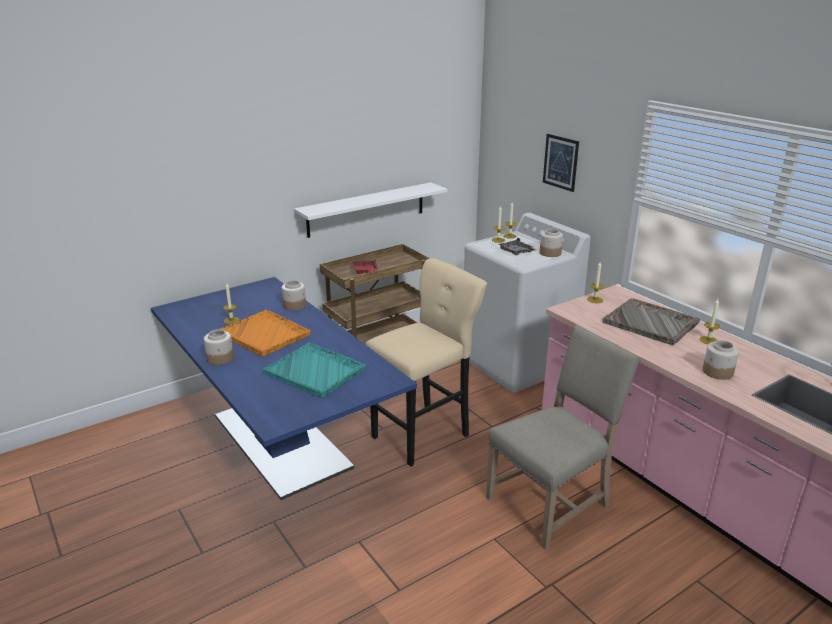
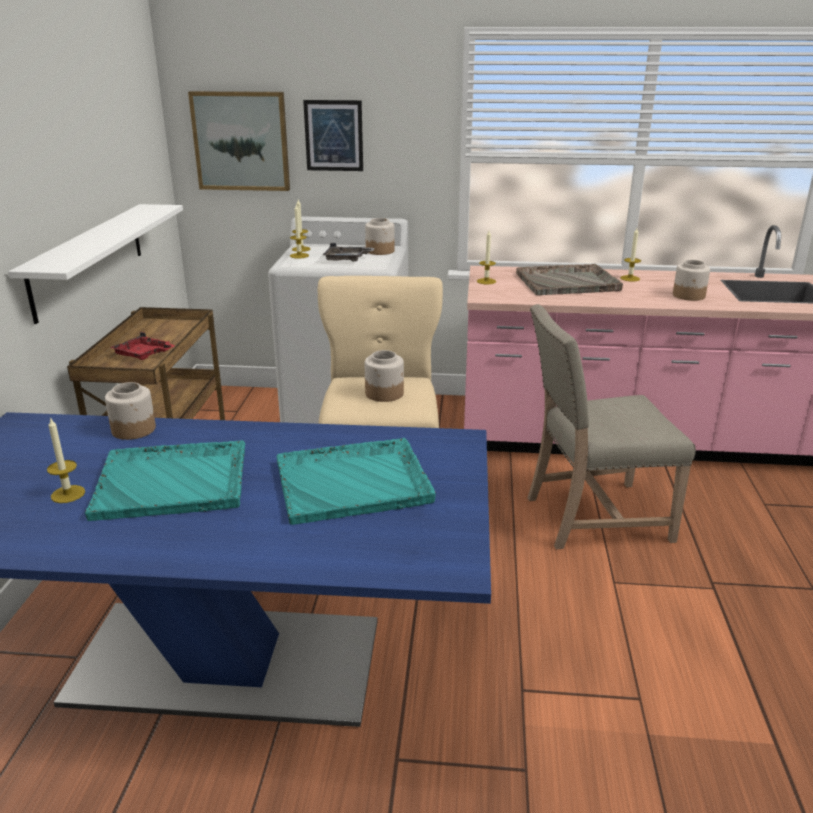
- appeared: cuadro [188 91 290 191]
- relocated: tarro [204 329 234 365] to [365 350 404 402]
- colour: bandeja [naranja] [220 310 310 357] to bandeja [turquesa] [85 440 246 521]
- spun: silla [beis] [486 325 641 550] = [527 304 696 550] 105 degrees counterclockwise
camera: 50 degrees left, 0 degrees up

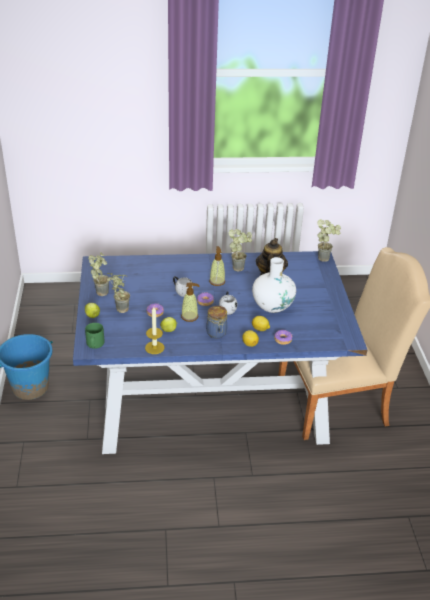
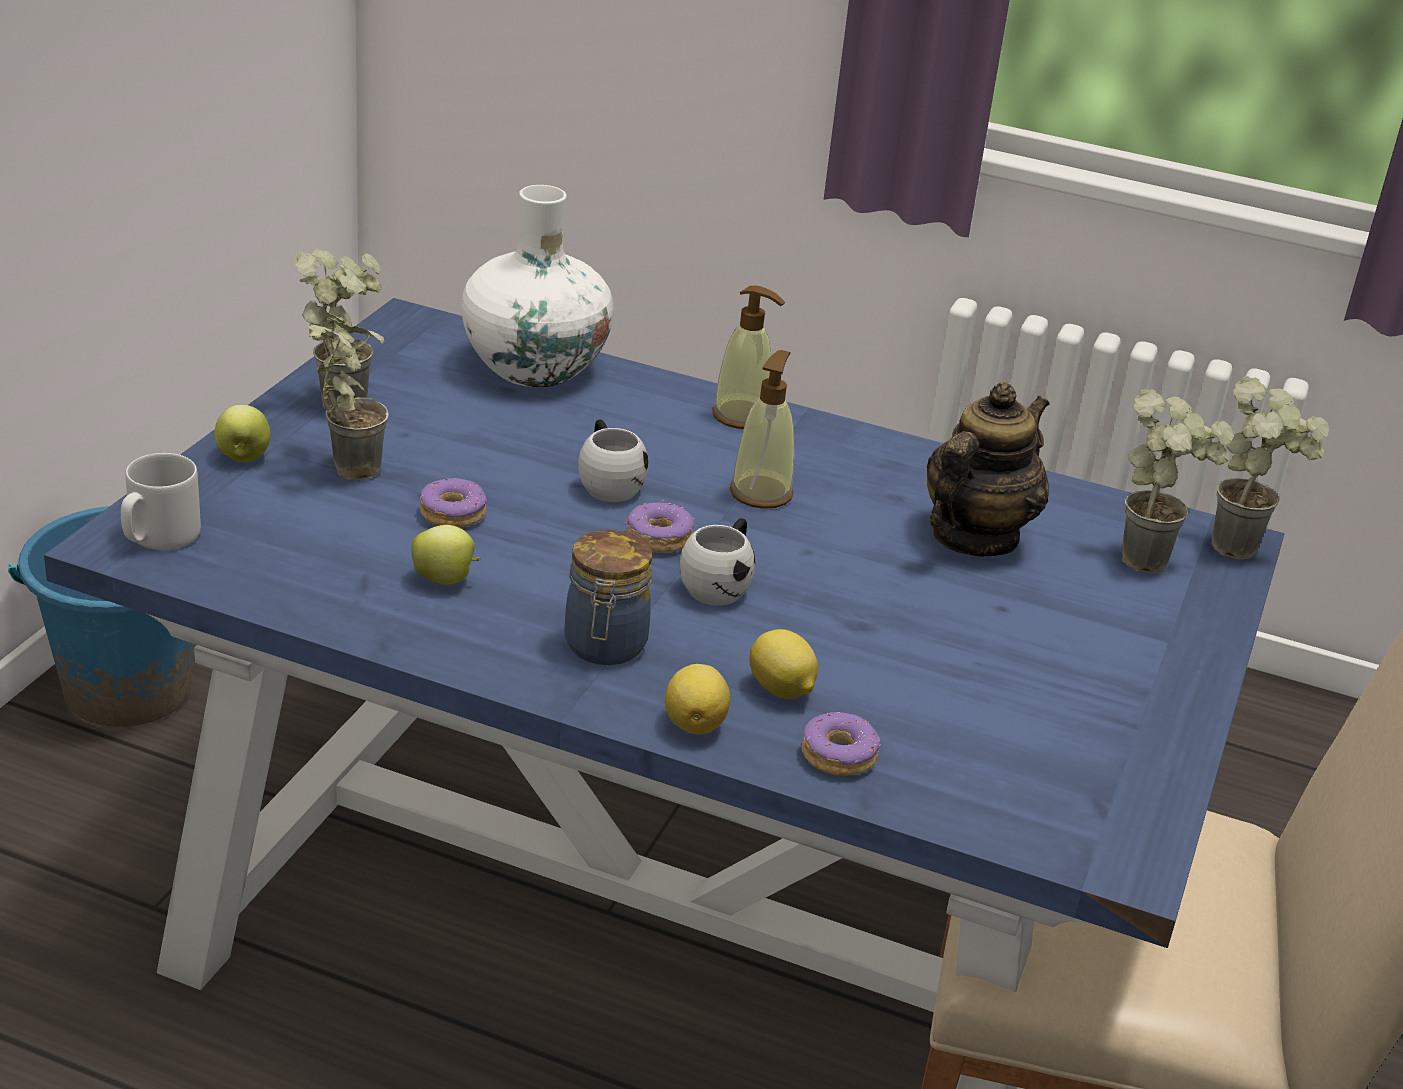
- missing: vela [145 307 164 354]
- relocated: dispensador de jabón [181 283 200 322] to [712 285 785 429]
- relocated: planta en maceta [228 229 252 272] to [1122 389 1233 573]
- relocated: florero [blanco] [252 257 296 313] to [462 185 614 387]
- colour: taza grande [verde] [85 323 105 349] to taza grande [gris] [121 453 201 550]
camera: 25 degrees right, 5 degrees down

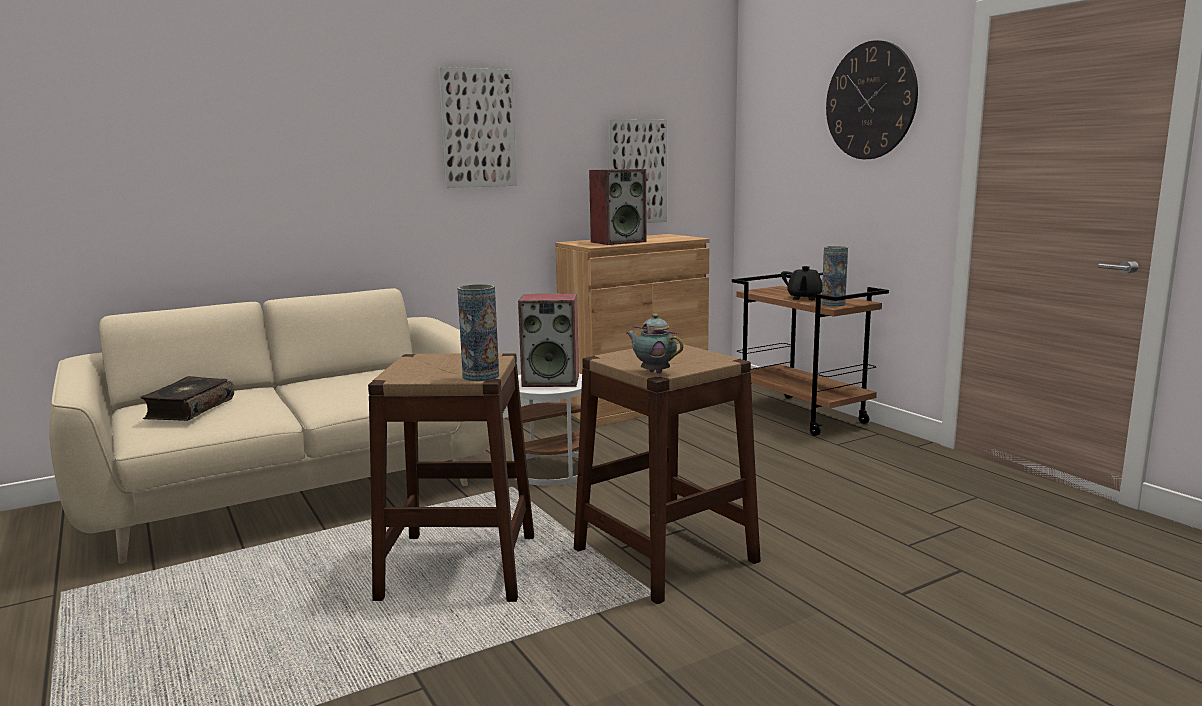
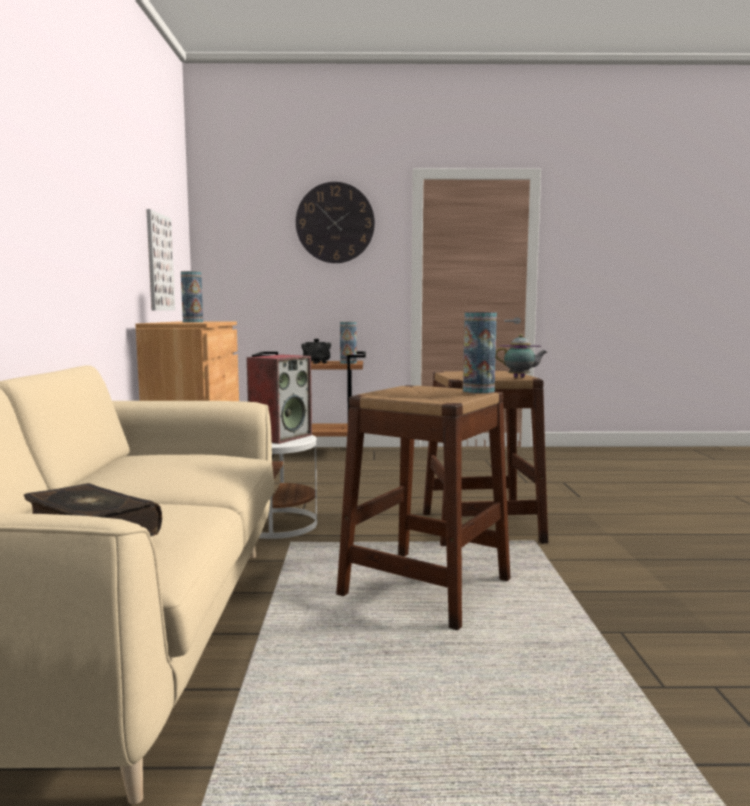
- missing: cuadro [438 67 517 188]
- exchanged: altavoz [589 169 647 245] to florero [181 271 203 323]
- spun: tetera [626 314 683 374] = [496 334 547 378] 150 degrees counterclockwise
camera: 60 degrees left, 5 degrees down

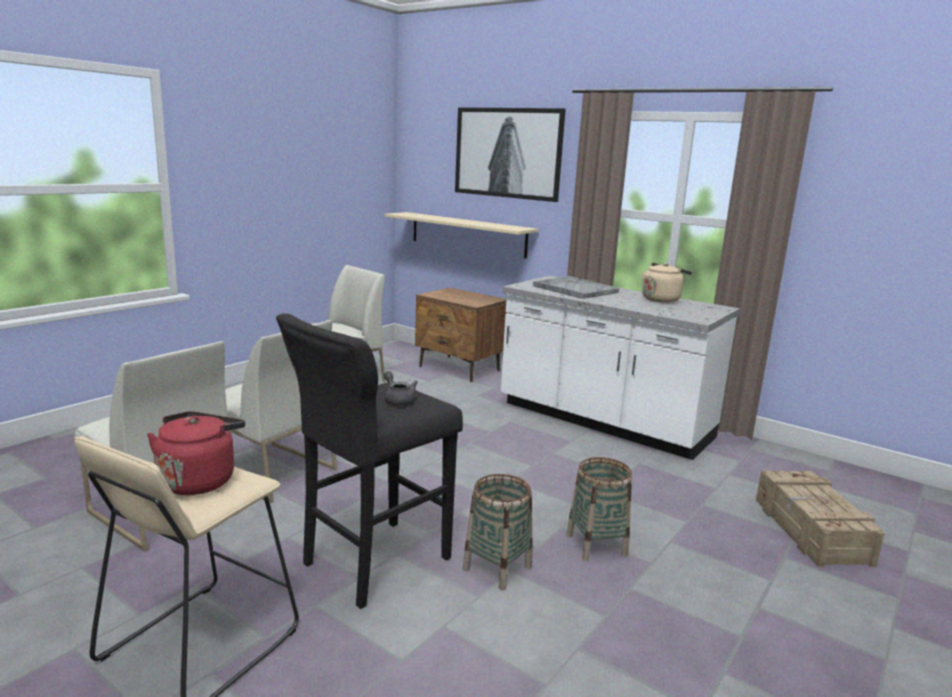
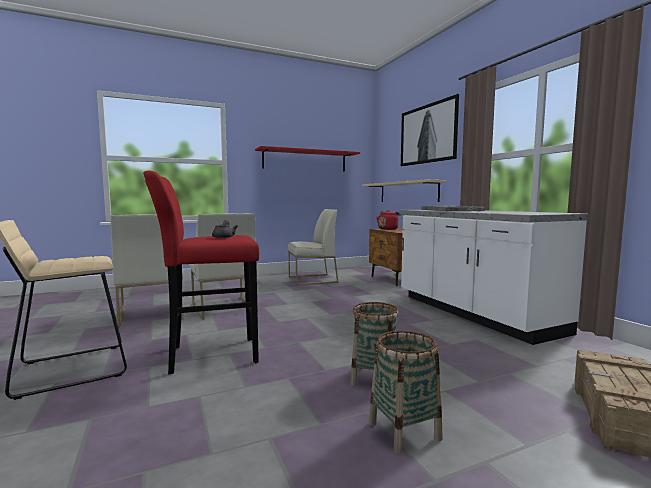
- missing: hervidor [beis] [642 263 692 303]
- appeared: estante [rojo] [255 146 360 171]
- relocated: hervidor [rojo] [147 411 245 495] to [377 210 401 230]
- relocated: cesta [463 474 532 590] to [369 331 443 454]
- colour: taburete [negro] [276 313 463 609] to taburete [rojo] [143 171 259 374]
camera: 30 degrees right, 10 degrees down

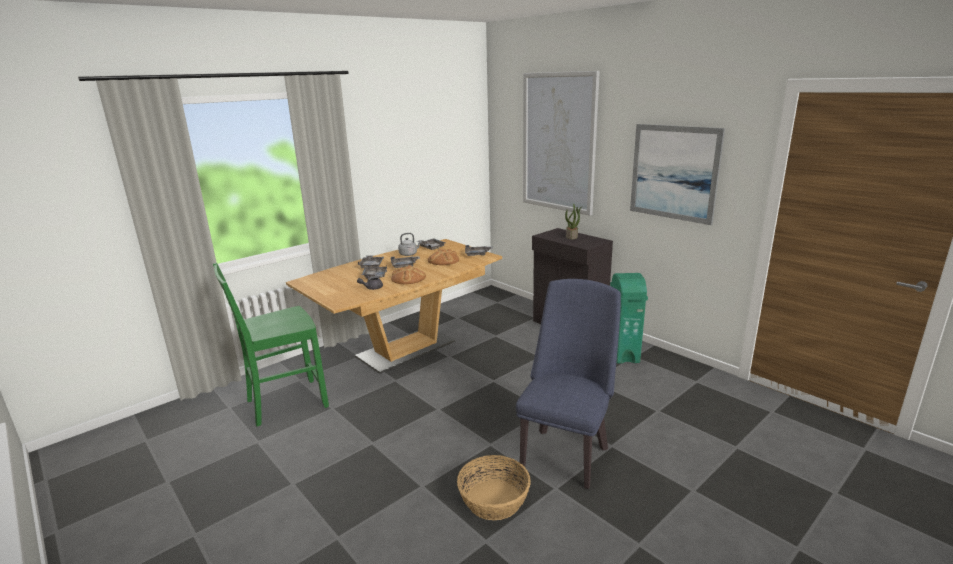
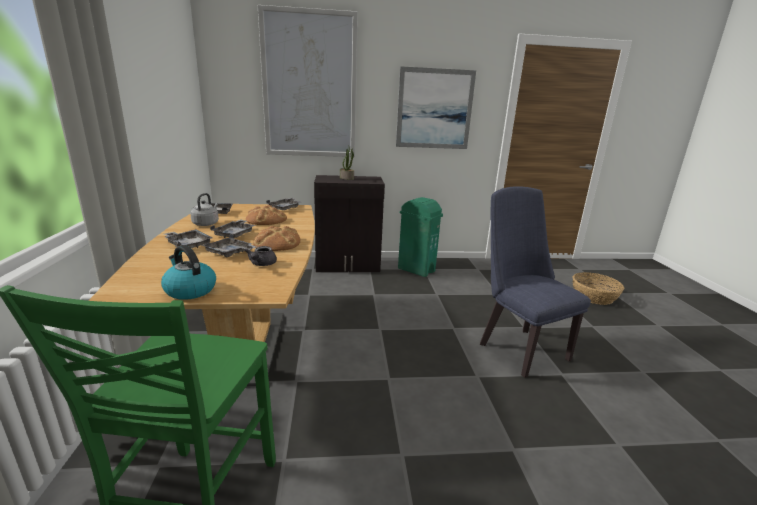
- appeared: hervidor [161 245 216 300]
- relocated: cesta [457 455 531 520] to [573 272 624 305]
camera: 55 degrees left, 0 degrees up

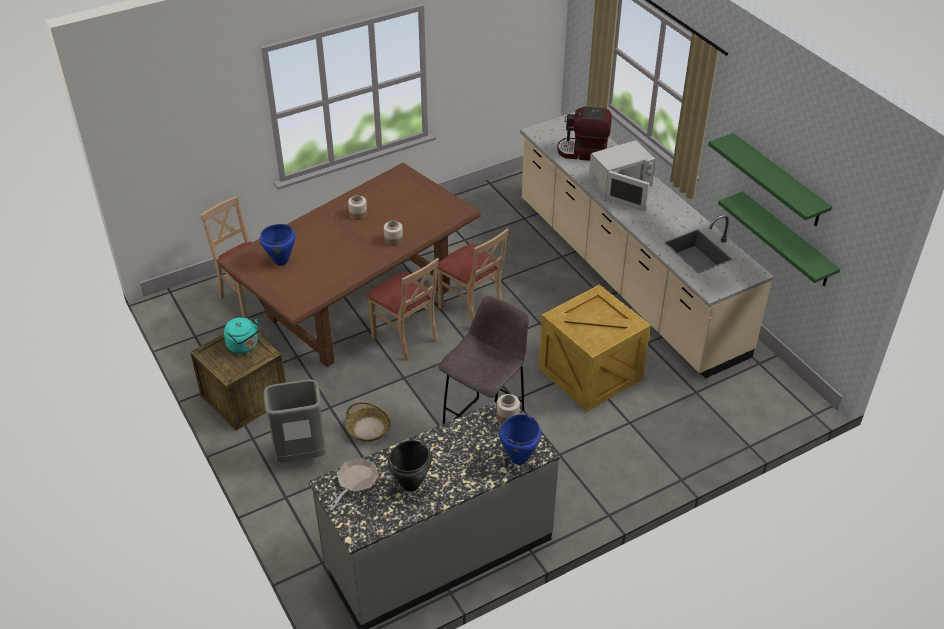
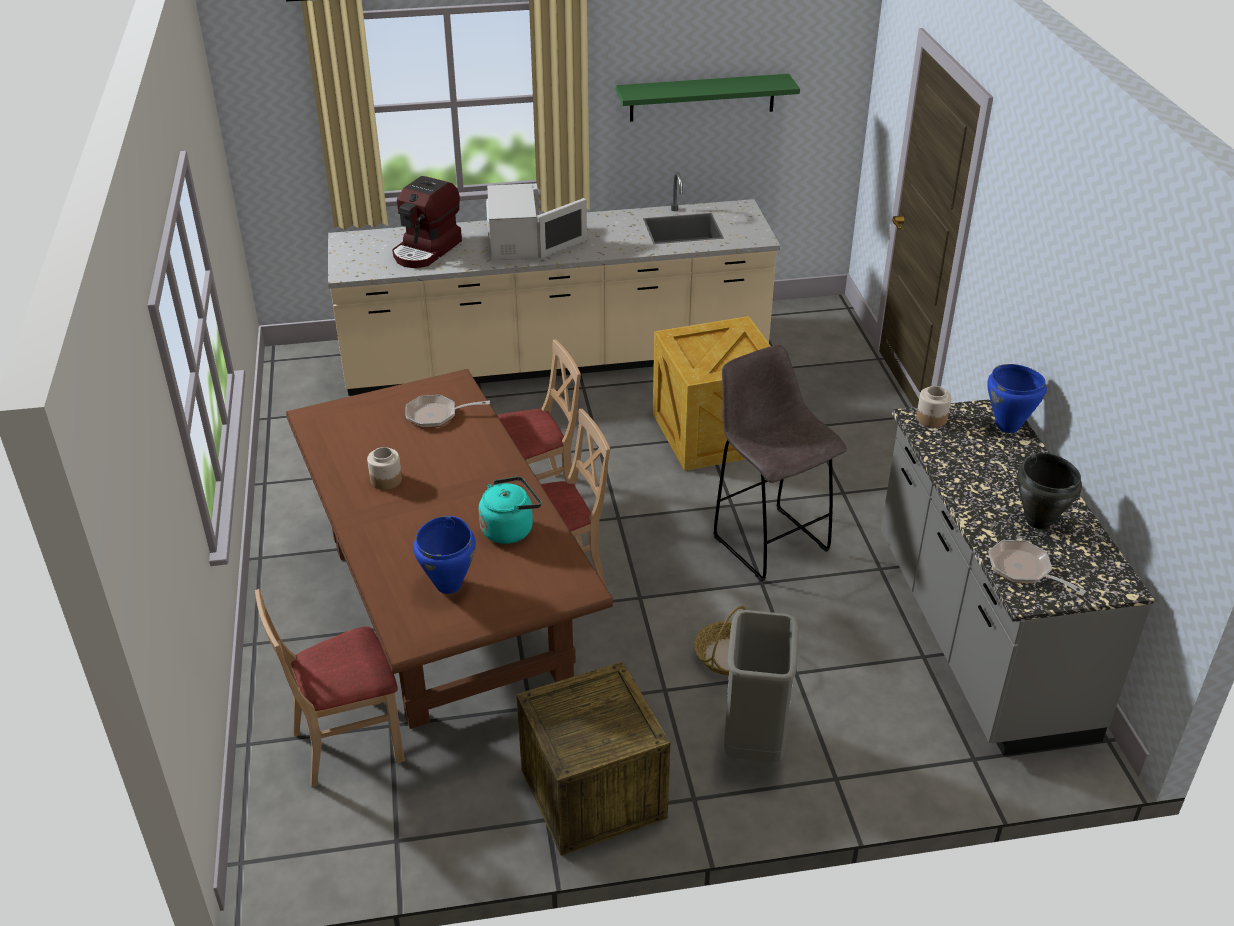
- missing: tarro [384 221 403 246]
- missing: estante [verde] [718 191 840 287]
- appeared: sartén [405 395 490 428]
- relocated: hervidor [turquesa] [224 317 262 354] to [479 477 541 544]
camera: 70 degrees left, 5 degrees down

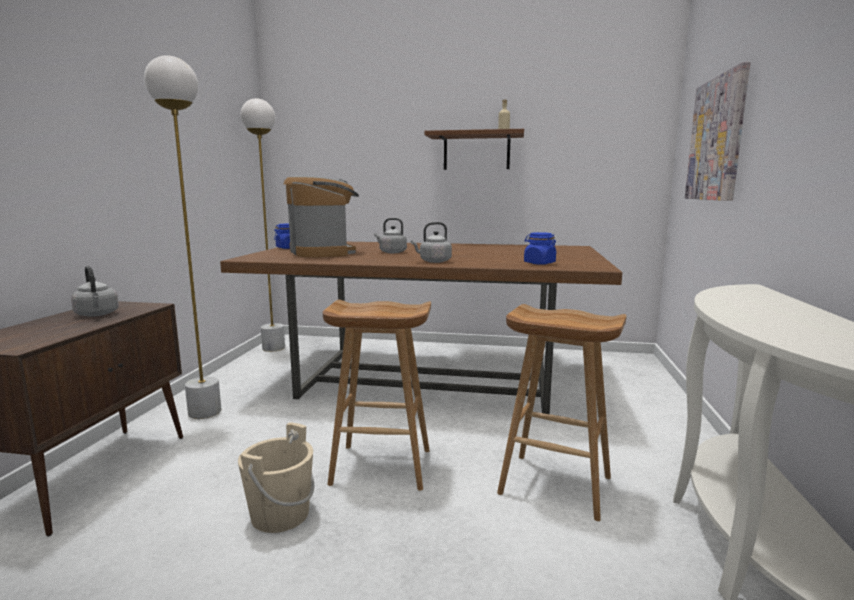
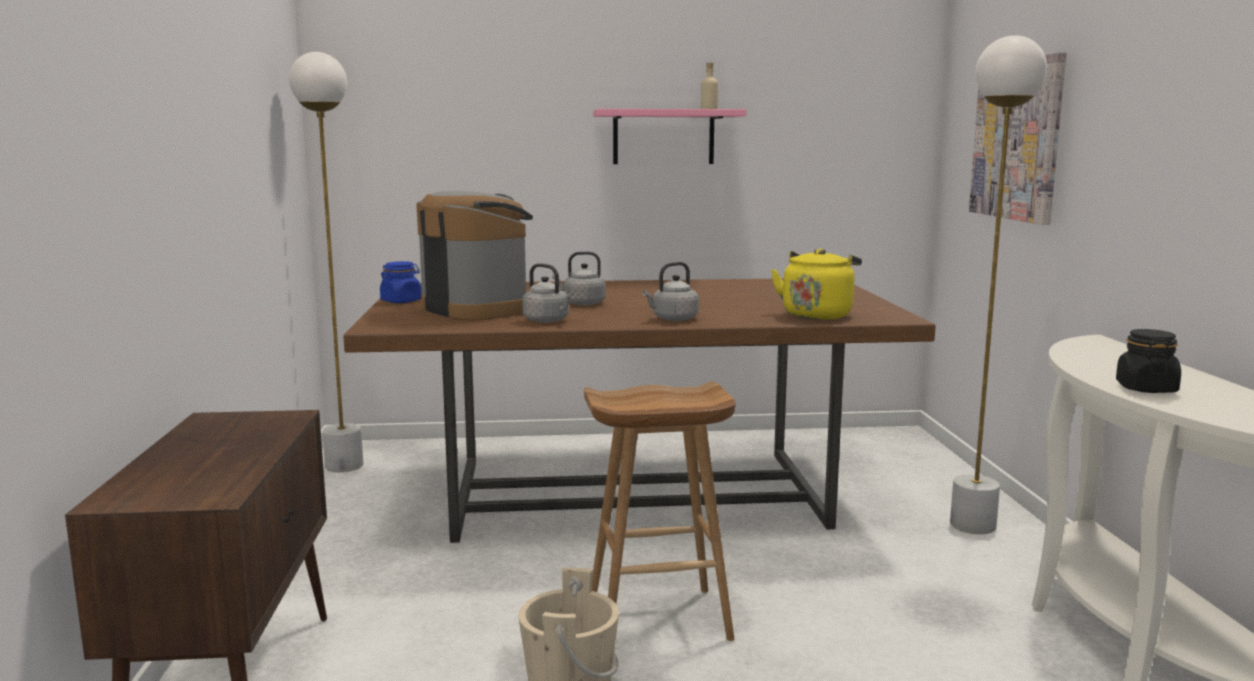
- missing: taburete [marrón] [497 304 627 521]
- appeared: tarro [negro] [1116 329 1181 393]
- relocated: hervidor [gris] [71 266 119 317] to [522 263 574 323]
- relocated: lámpara de pie [blanco] [144 55 221 419] to [950 35 1047 534]
- exchanged: tarro [azul] [524 232 556 265] to hervidor [amarillo] [771 249 862 320]
- colour: estante [marrón] [424 129 524 170] to estante [rosa] [593 109 746 164]
camera: 15 degrees left, 0 degrees up

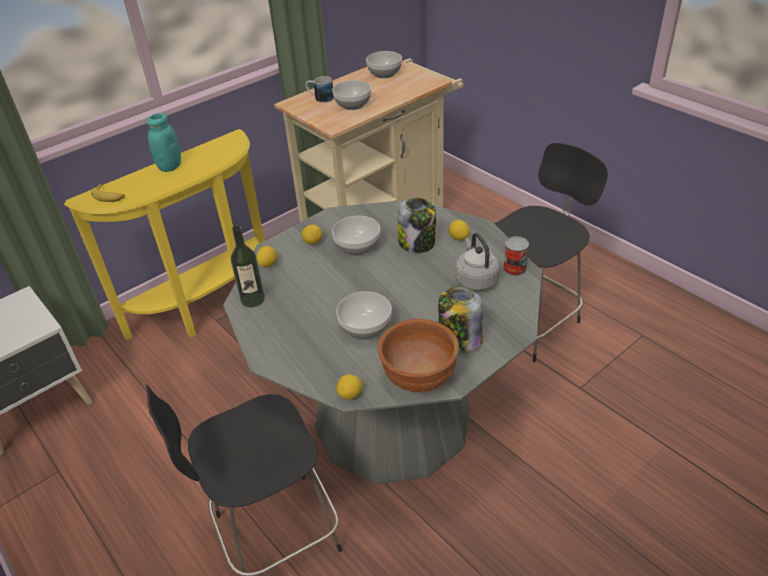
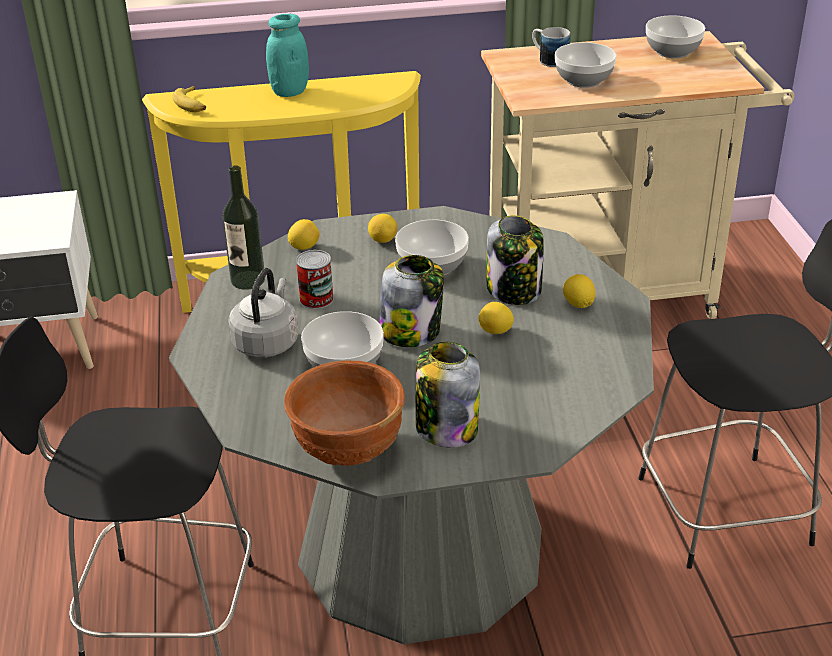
- appeared: tarro [379 255 444 347]
- relocated: limón [336 374 362 400] to [479 302 514 334]
- relocated: hervidor [gris] [456 233 500 291] to [228 268 298 357]
- relocated: lata [503 236 529 276] to [296 250 334 309]
camera: 30 degrees right, 5 degrees down

